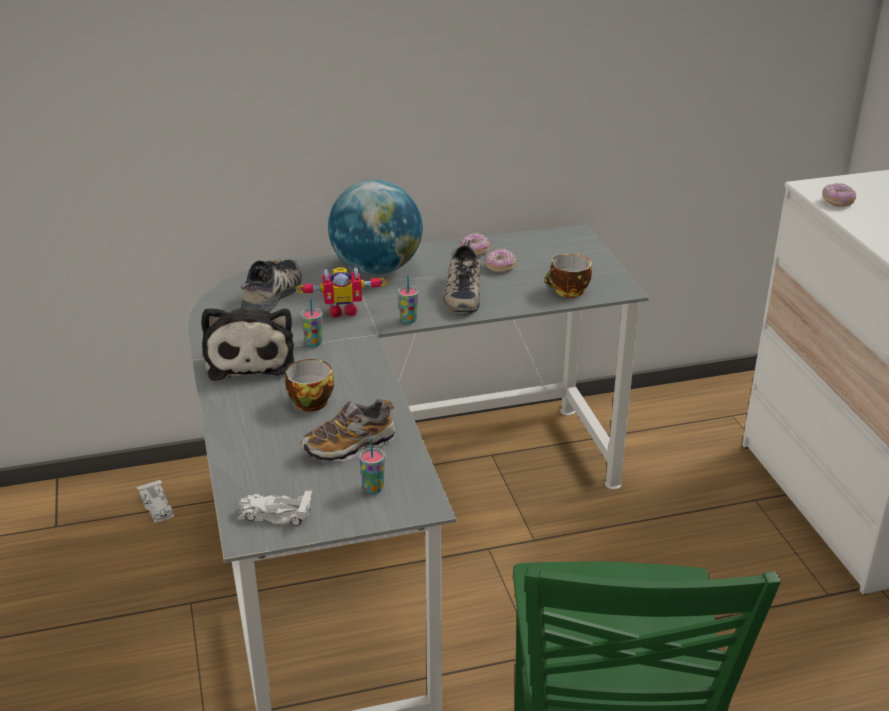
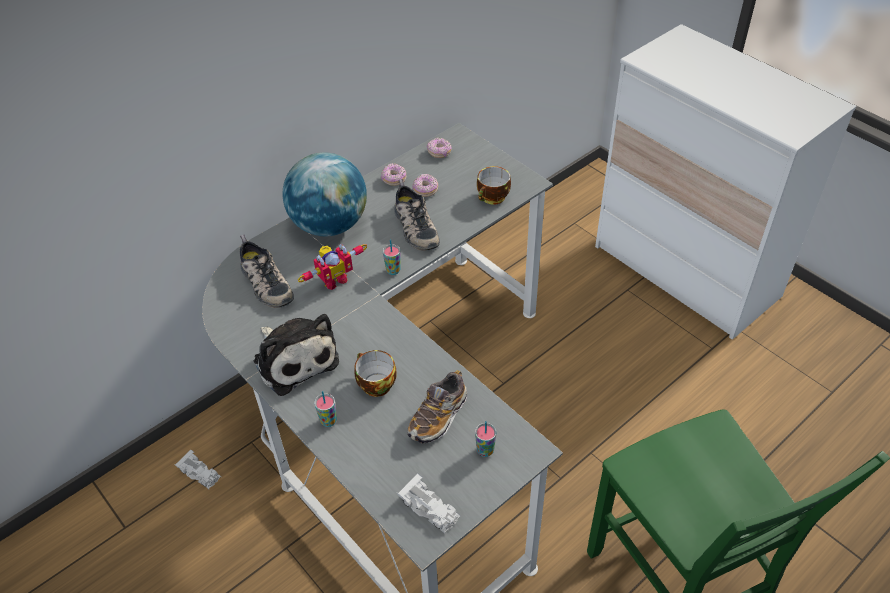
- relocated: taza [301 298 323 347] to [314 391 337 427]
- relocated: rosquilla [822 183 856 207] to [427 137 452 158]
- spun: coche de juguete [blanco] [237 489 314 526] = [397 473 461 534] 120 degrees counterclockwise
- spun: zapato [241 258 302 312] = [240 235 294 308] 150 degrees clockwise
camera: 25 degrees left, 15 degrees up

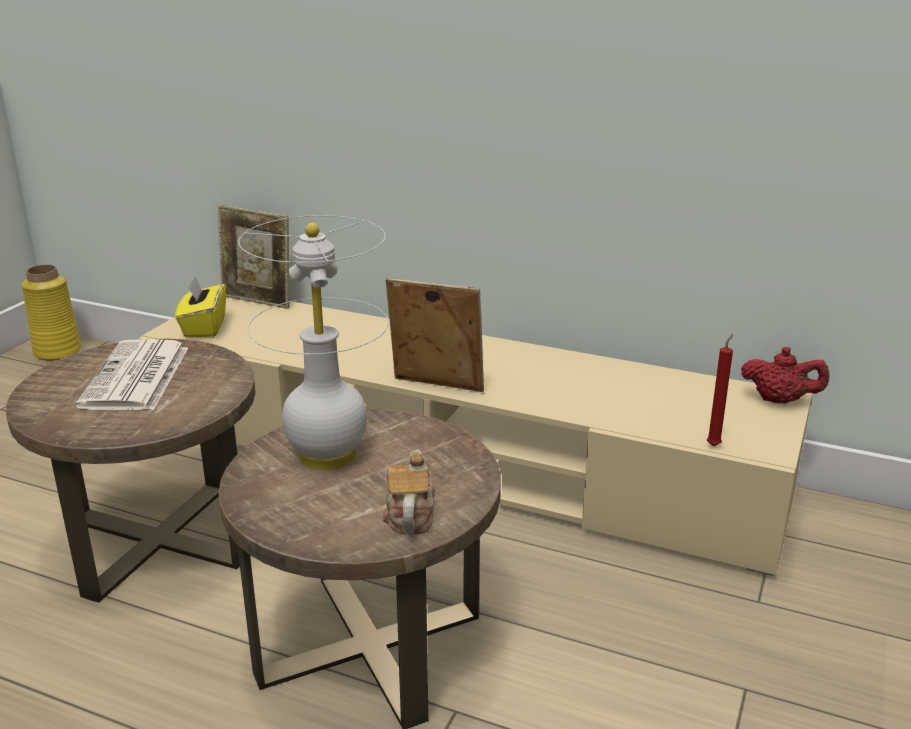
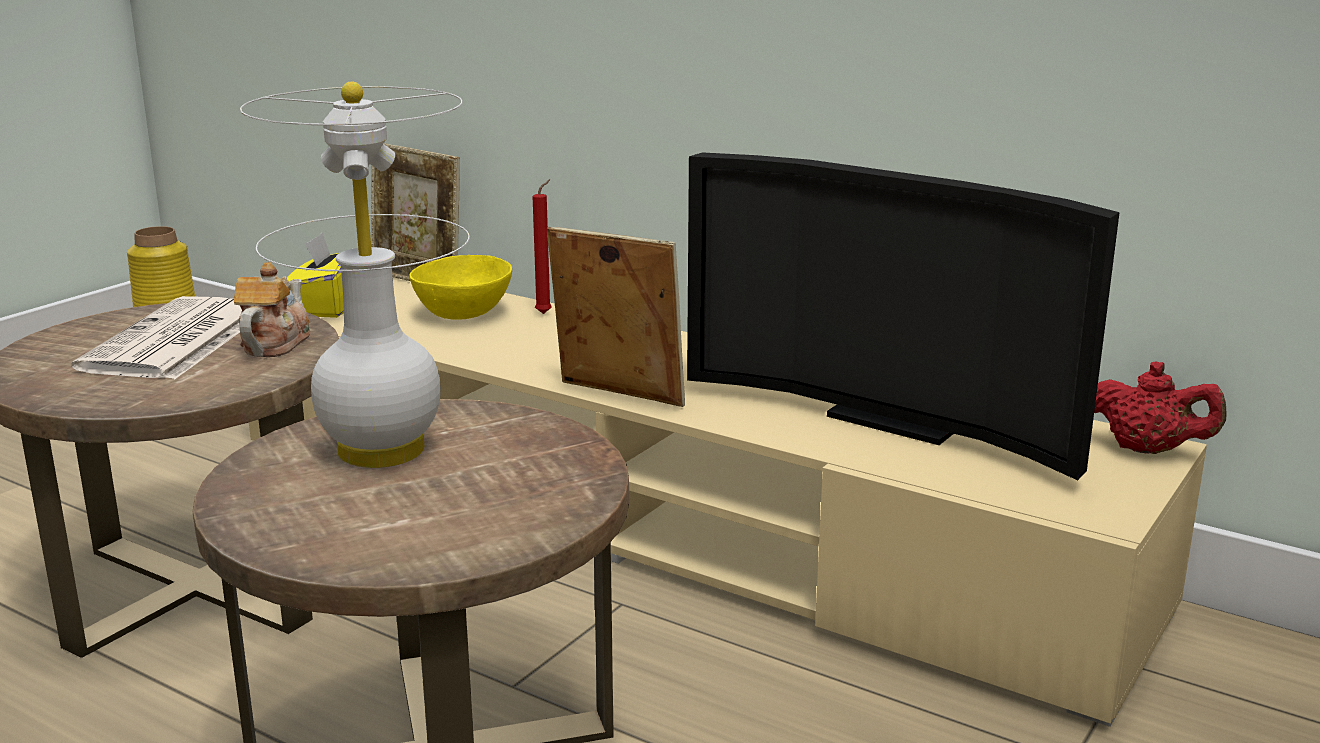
- appeared: cuenco [amarillo] [410 255 512 320]
- appeared: televisor [687 152 1120 480]
- relocated: tetera [383 449 435 535] to [234 262 310 357]
- relocated: vela [rojo] [707 334 733 446] to [532 179 552 314]
camera: 10 degrees right, 5 degrees down

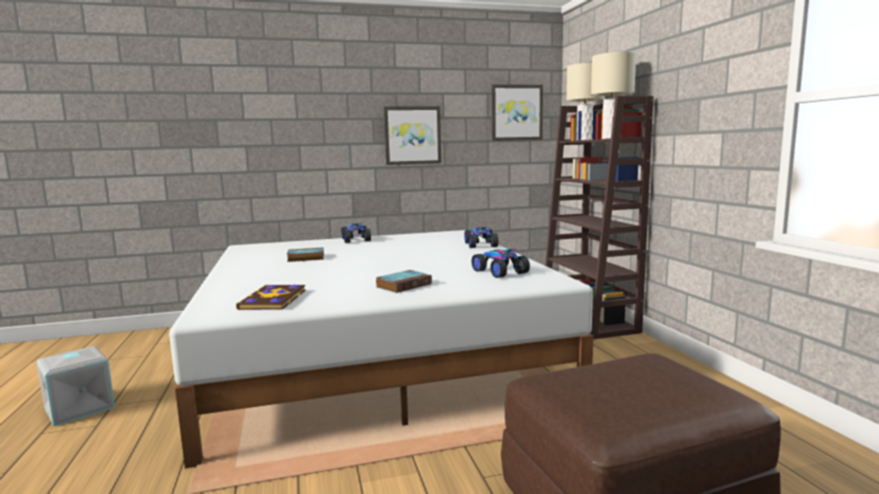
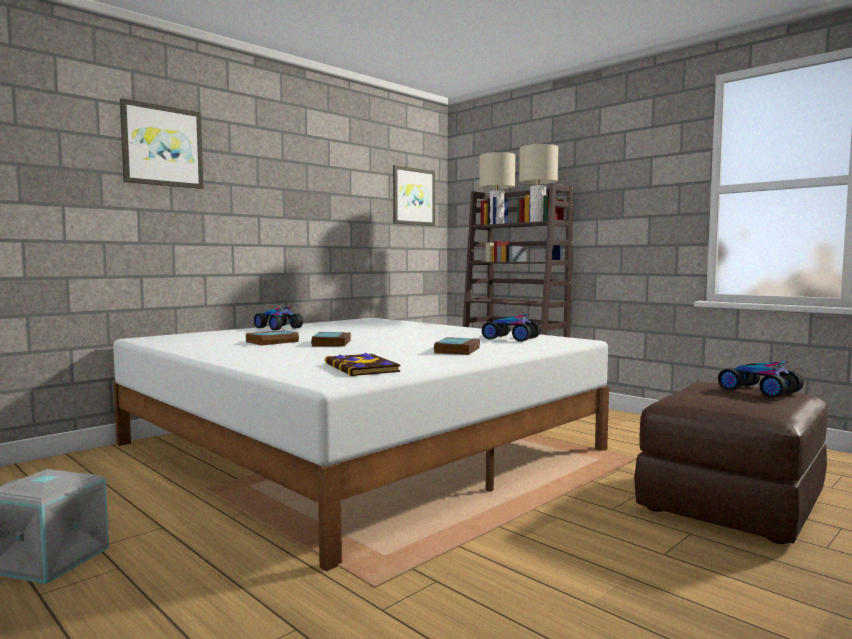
- appeared: libro [311 332 351 347]
- relocated: cuadro [384 106 442 165] to [120 98 203 189]
- relocated: coche de juguete [464 227 498 248] to [718 361 804 398]
camera: 30 degrees left, 5 degrees down

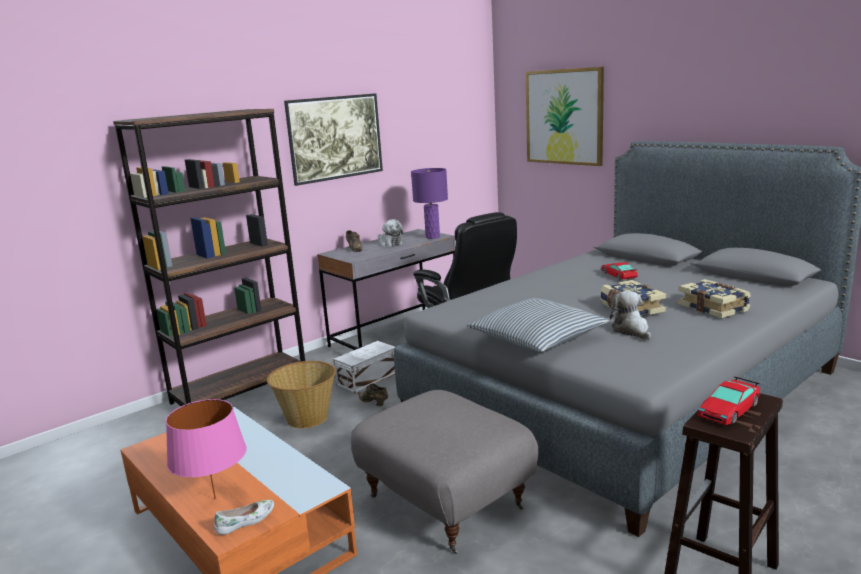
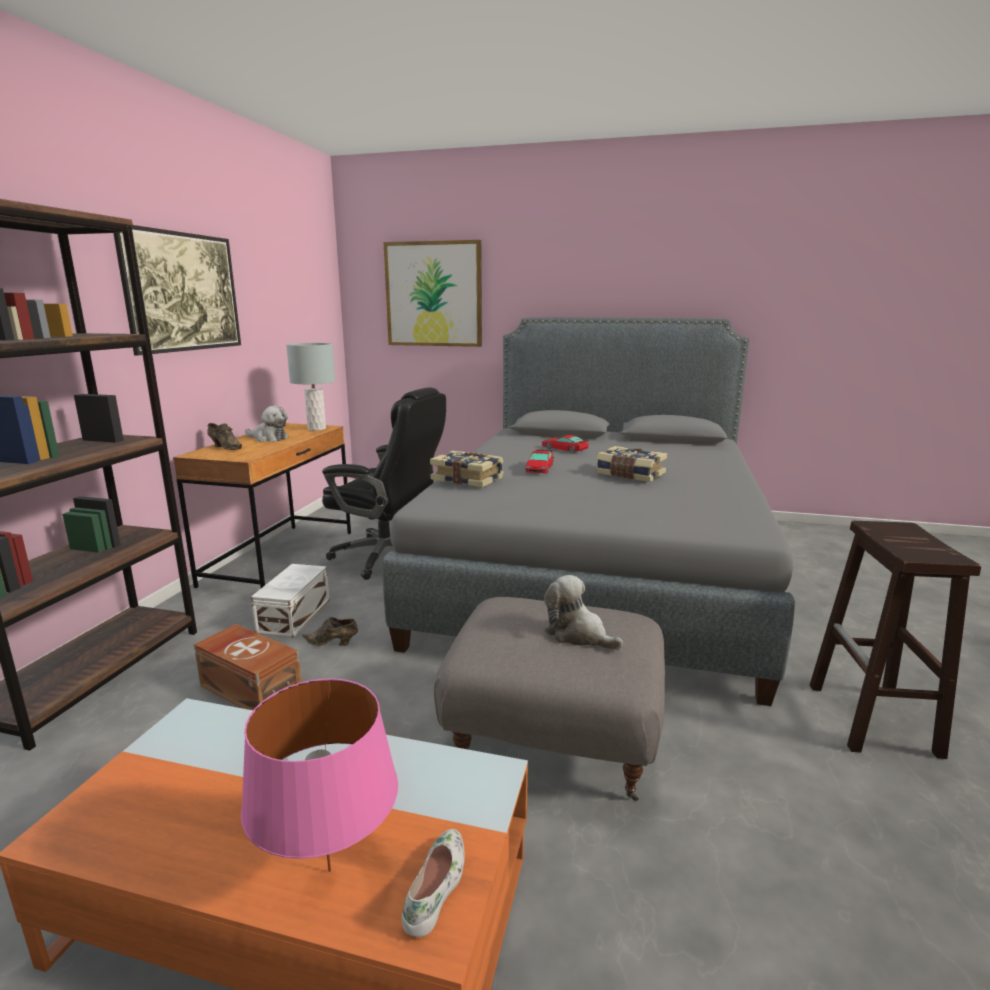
- missing: cojín [467 298 609 352]
- relocated: peluche [610 291 651 340] to [544 575 623 650]
- relocated: libro [678 279 751 318] to [430 451 504 488]
- relocated: coche de juguete [698 377 760 425] to [525 450 554 473]
- exchanged: cesta [267 361 336 428] to caja de almacenaje [marrón] [194 624 302 710]
- colour: escritorio [gris] [317 229 456 350] to escritorio [marrón] [173 423 351 588]
- colour: lámpara de mesa [morado] [411 168 448 239] to lámpara de mesa [gris] [286 343 335 431]
camera: 35 degrees left, 0 degrees up

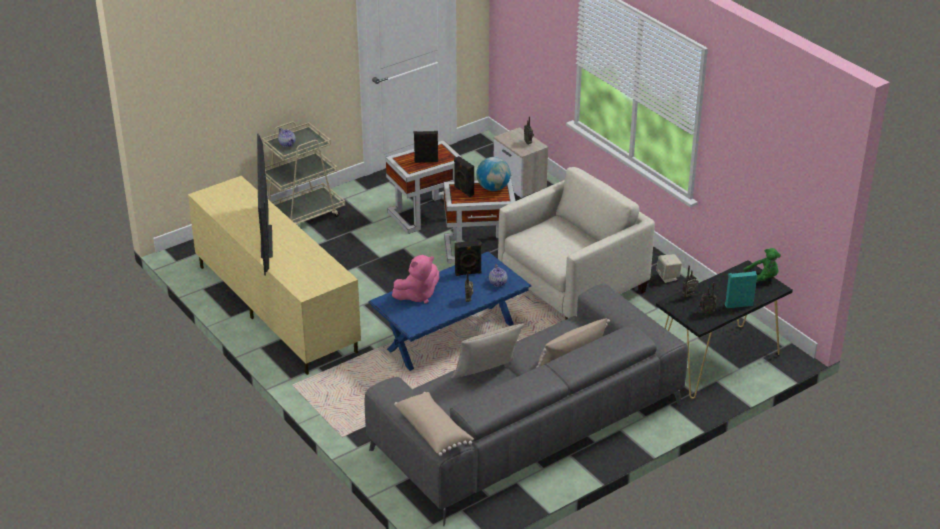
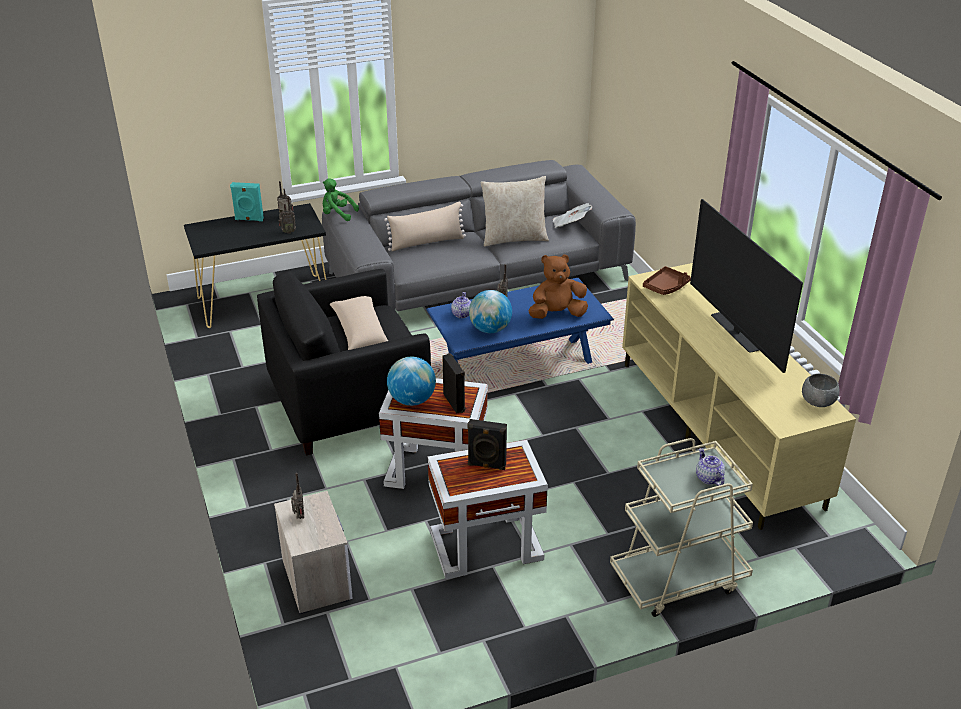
- missing: altavoz [beis] [656 254 682 283]
- appeared: periódico [553 203 592 228]
- appeared: bandeja [marrón] [643 266 691 295]
- appeared: cuenco [gris] [802 374 839 407]
- relocated: cojín [beis] [394 392 474 456] to [330 296 388 350]
- relocated: peluche [verde] [743 248 781 282] to [323 178 359 221]
- exchanged: altavoz [negro] [455 240 482 276] to globo terráqueo [469 290 512 333]
- colour: peluche [rosa] [392 255 439 304] to peluche [marrón] [528 254 588 319]
- colour: sillón [beis] [498 167 655 319] to sillón [negro] [257 269 431 456]
- spun: televisor [257 134 273 276] = [690 199 803 373] 150 degrees clockwise
camera: 165 degrees left, 0 degrees up

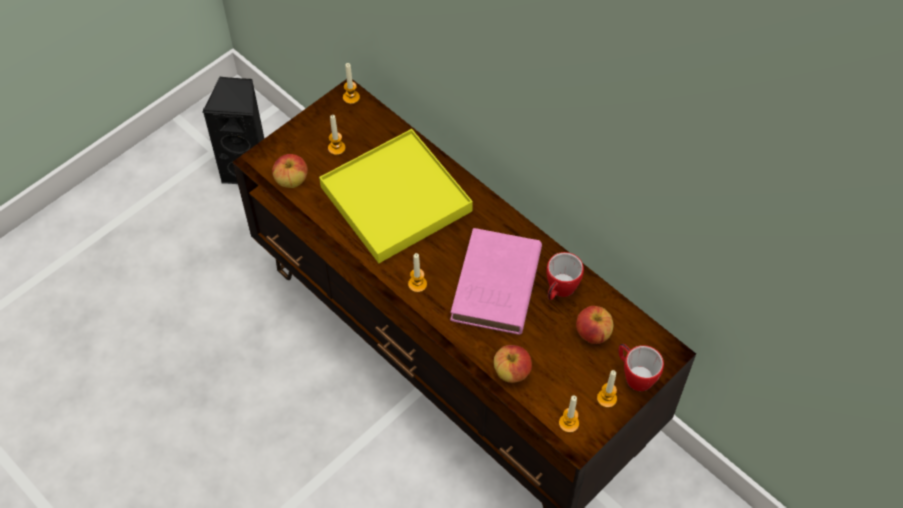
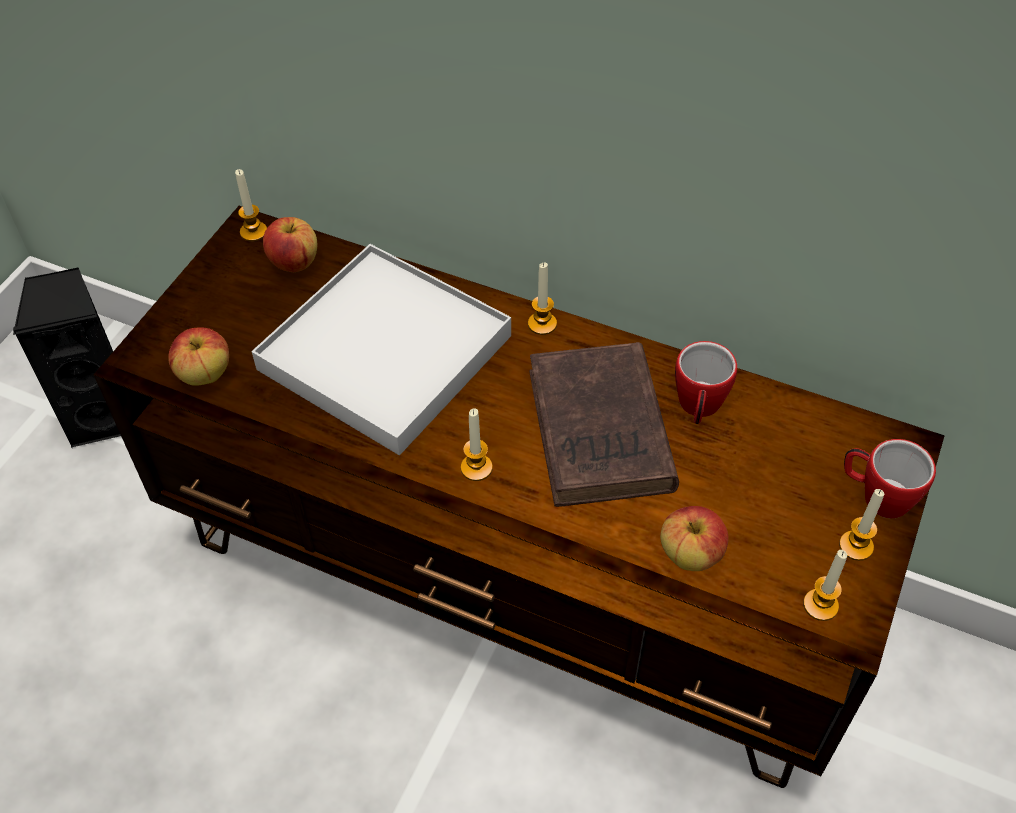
- relocated: vela [328 115 346 155] to [528 262 557 335]
- relocated: manzana [576 306 613 344] to [263 217 317 272]
- colour: bandeja [amarillo] [319 129 473 263] to bandeja [blanco] [252 244 511 455]
- colour: libro [rosa] [450 228 542 335] to libro [marrón] [529 342 679 507]
camera: 20 degrees left, 5 degrees down

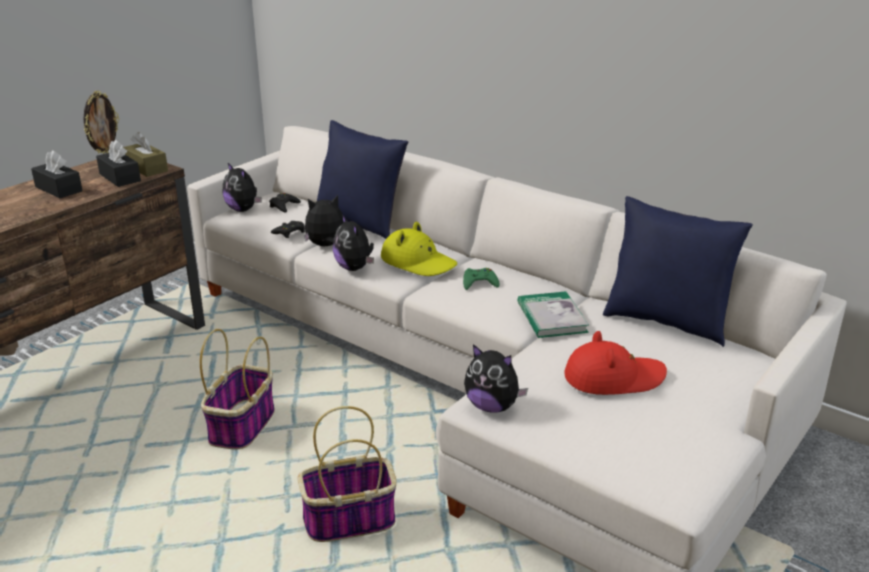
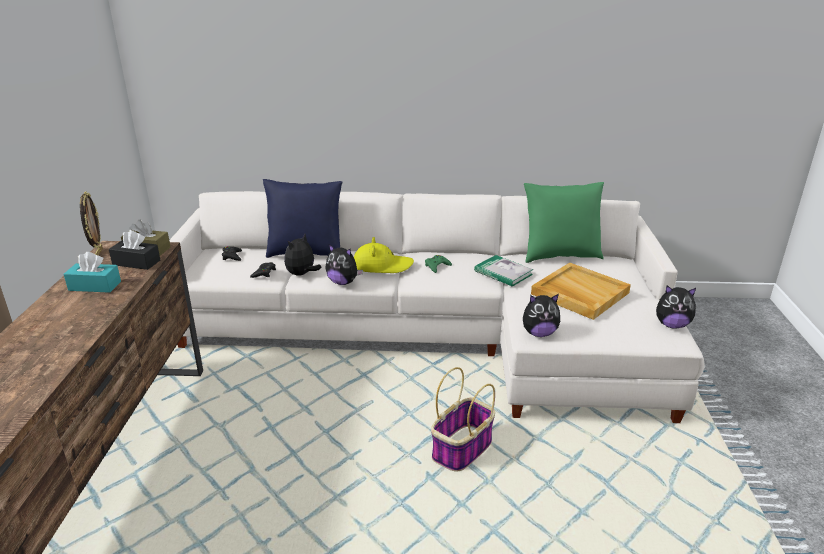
- missing: cesta [200 329 275 450]
- relocated: peluche [223 163 262 212] to [656 285 696 329]
- exchanged: sombrero [rojo] [564 331 667 395] to bandeja [beis] [531 263 631 320]
- colour: caja de pañuelos [negro] [31 150 83 198] to caja de pañuelos [turquesa] [64 252 121 293]
- colour: cojín [azul] [603 196 753 347] to cojín [verde] [524 182 604 263]
camera: 35 degrees left, 0 degrees up

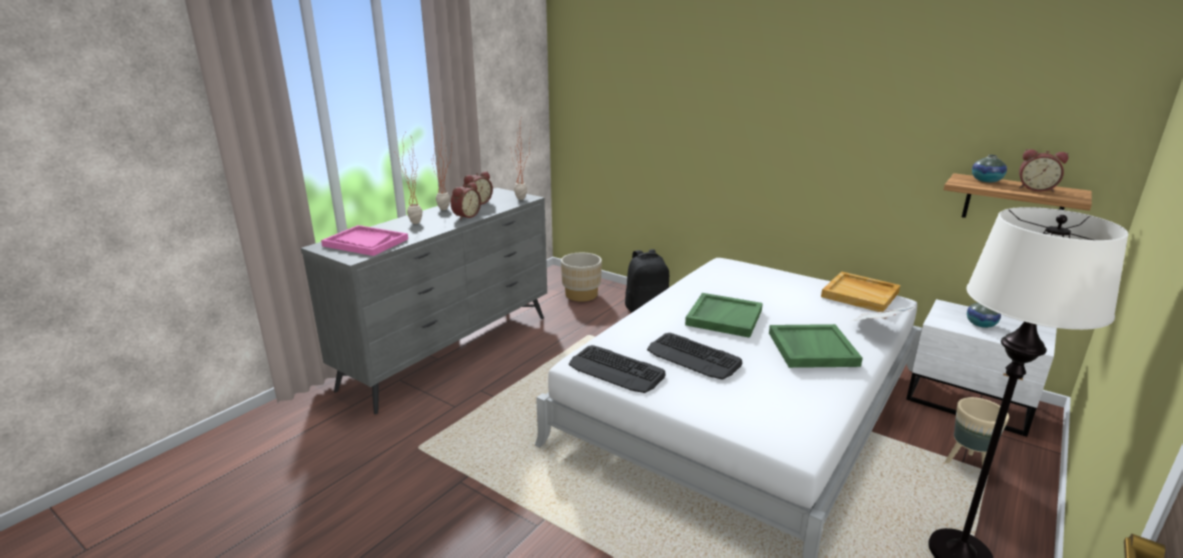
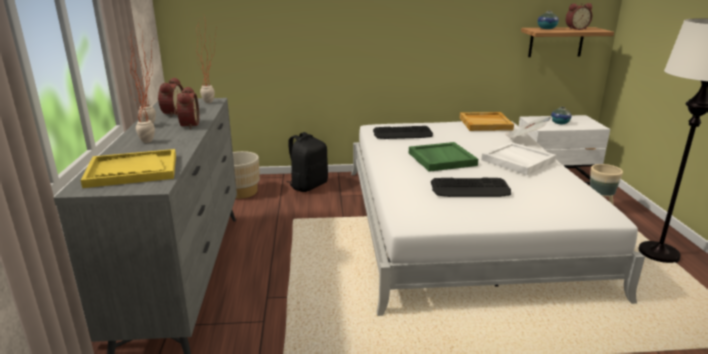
- relocated: teclado [569 345 666 393] to [373 126 433 139]
- colour: bandeja [rosa] [321 225 408 256] to bandeja [amarillo] [81 149 176 188]
- colour: bandeja [verde] [769 324 863 368] to bandeja [blanco] [481 142 556 175]
camera: 40 degrees left, 0 degrees up

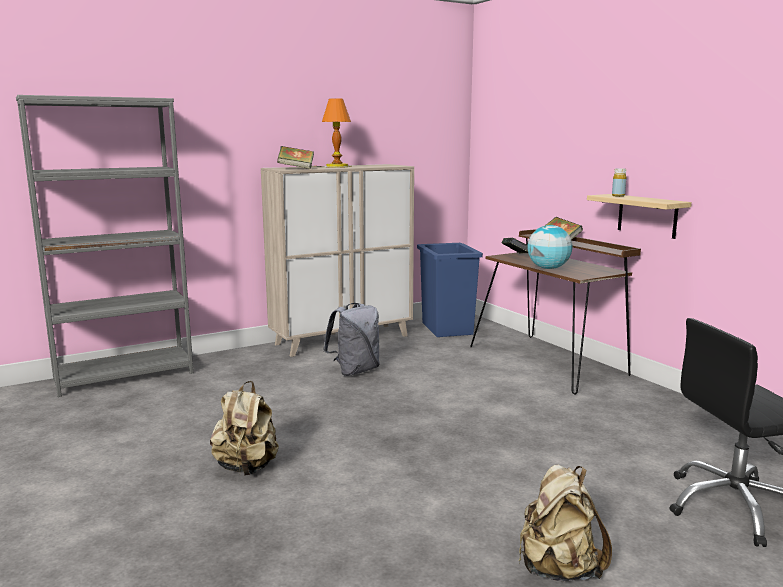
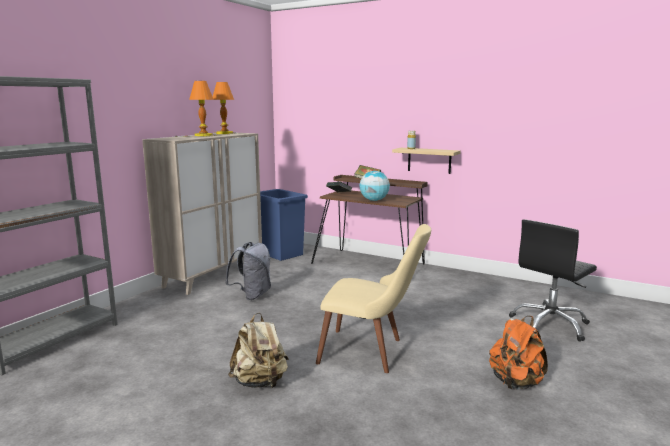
- missing: libro [277 146 314 169]
- appeared: lámpara de mesa [213 82 237 135]
- appeared: silla [beis] [316 224 431 373]
- colour: mochila [beis] [519 465 612 581] to mochila [naranja] [489 316 548 390]
camera: 30 degrees left, 0 degrees up

